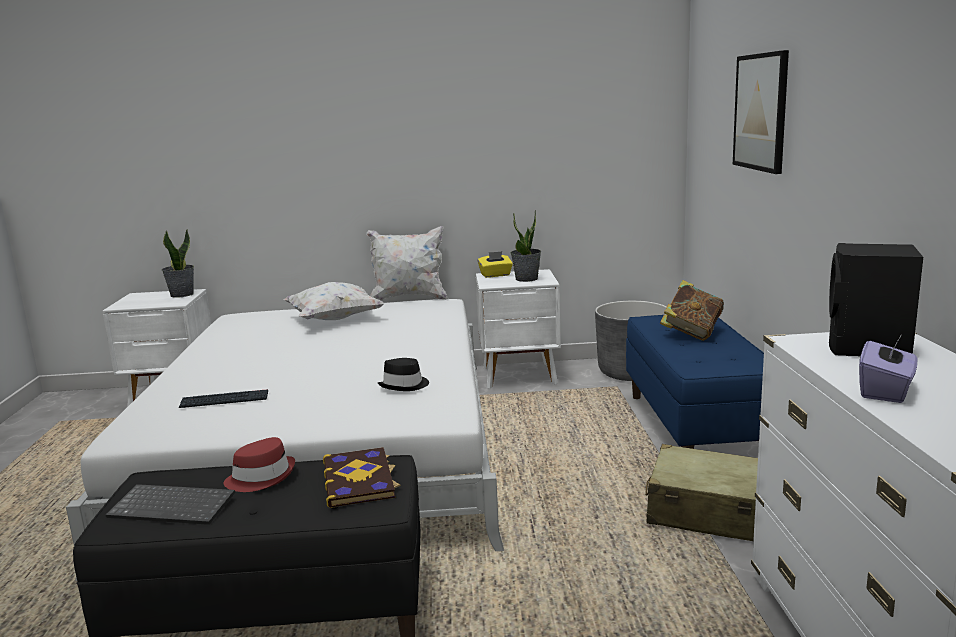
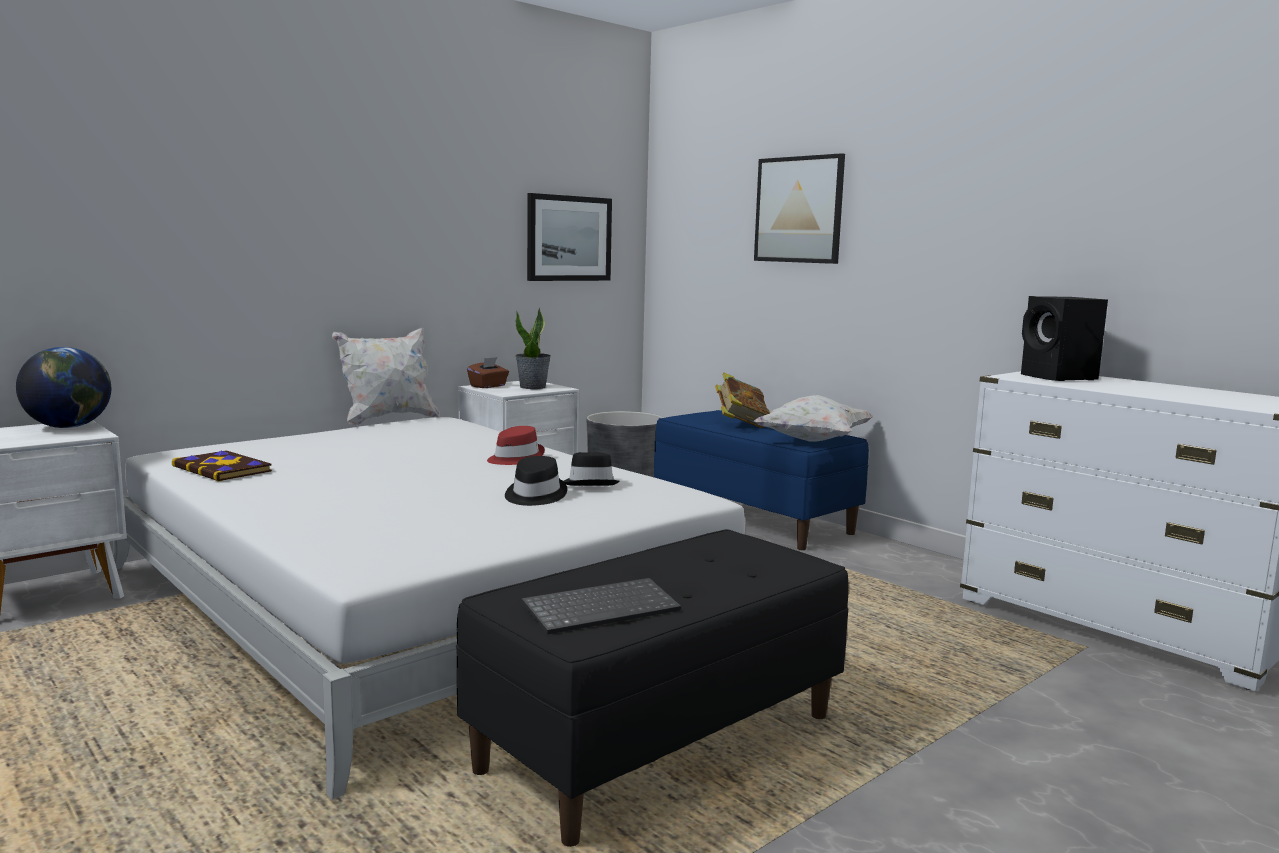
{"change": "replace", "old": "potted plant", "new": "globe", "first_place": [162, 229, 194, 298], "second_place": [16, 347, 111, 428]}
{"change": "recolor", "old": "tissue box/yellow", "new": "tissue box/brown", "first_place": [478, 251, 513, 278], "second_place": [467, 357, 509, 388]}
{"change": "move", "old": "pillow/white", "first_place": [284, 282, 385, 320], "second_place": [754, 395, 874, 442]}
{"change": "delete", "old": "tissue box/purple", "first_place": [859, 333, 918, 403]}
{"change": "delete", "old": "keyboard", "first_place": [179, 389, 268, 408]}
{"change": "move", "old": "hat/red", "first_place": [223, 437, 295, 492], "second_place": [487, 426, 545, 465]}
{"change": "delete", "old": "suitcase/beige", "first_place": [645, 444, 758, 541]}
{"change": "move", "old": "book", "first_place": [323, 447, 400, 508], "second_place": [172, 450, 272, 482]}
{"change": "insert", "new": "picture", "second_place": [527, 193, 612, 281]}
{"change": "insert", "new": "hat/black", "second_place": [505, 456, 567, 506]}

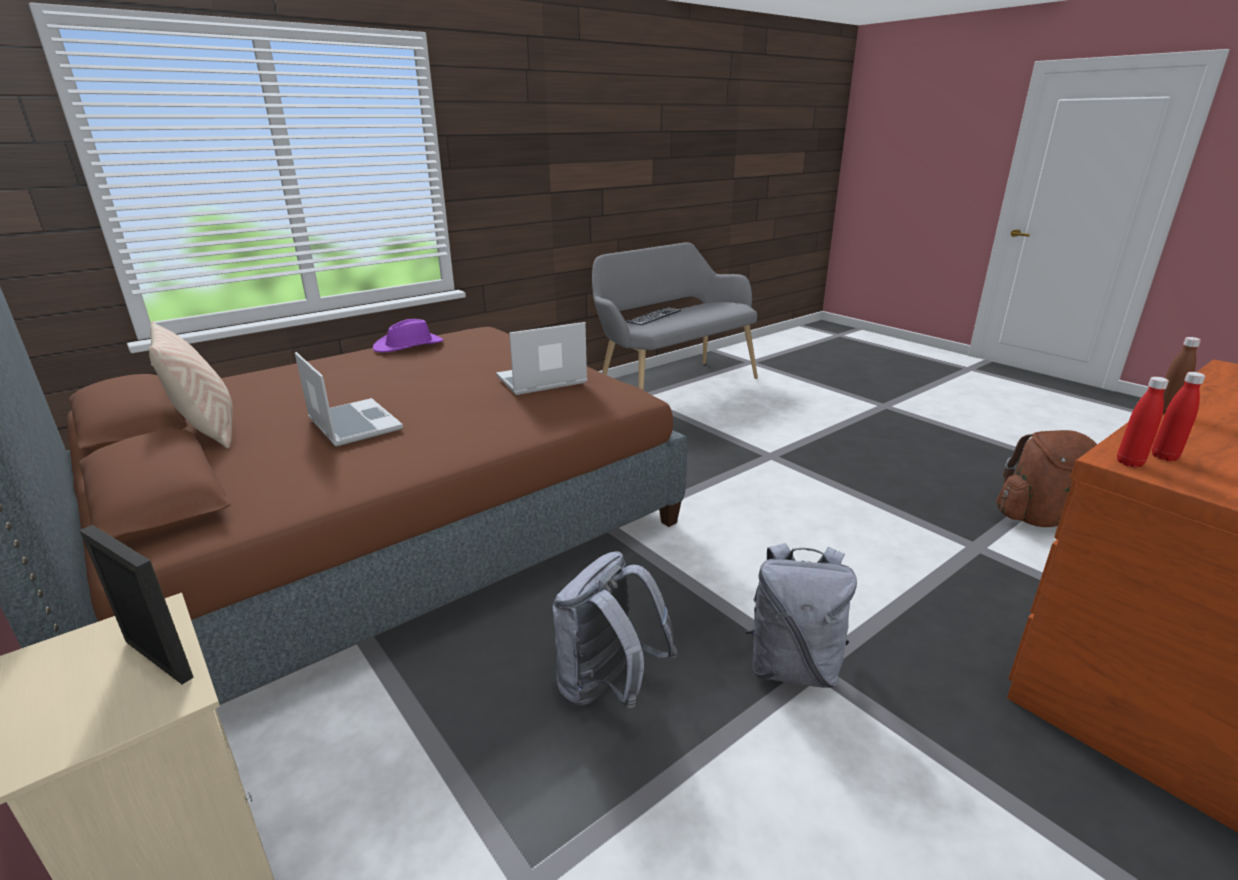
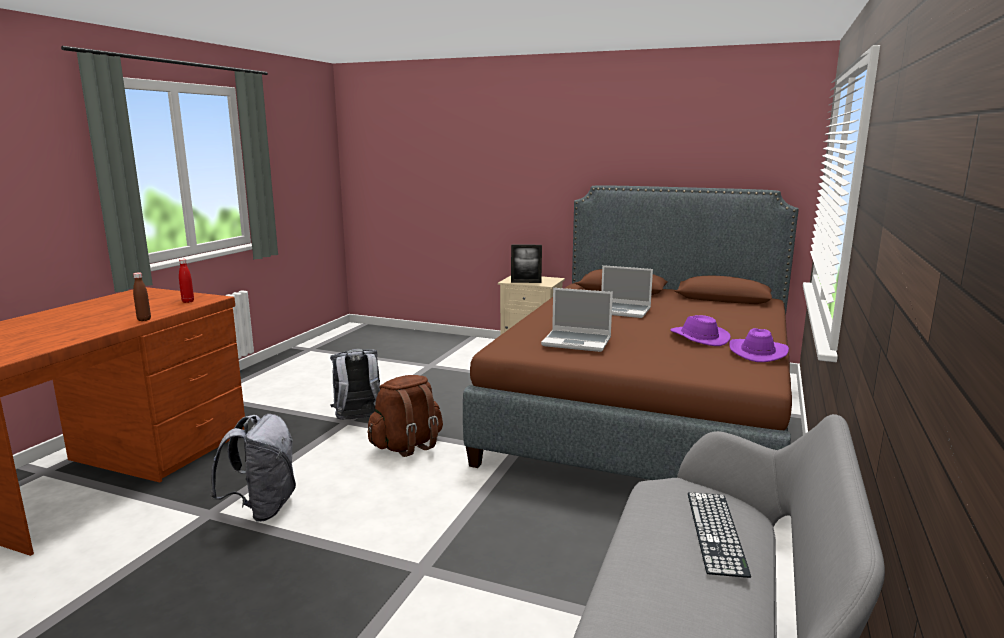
{"change": "delete", "old": "pillow/beige", "first_place": [149, 321, 233, 448]}
{"change": "rotate", "old": "laptop", "first_place": [496, 322, 588, 395], "second_place": [541, 288, 613, 352], "degrees": 75}
{"change": "delete", "old": "bottle/red", "first_place": [1117, 377, 1169, 467]}
{"change": "move", "old": "backpack/brown", "first_place": [997, 430, 1097, 527], "second_place": [367, 375, 443, 457]}
{"change": "move", "old": "backpack/grey", "first_place": [553, 551, 677, 708], "second_place": [210, 414, 296, 522]}
{"change": "insert", "new": "hat/purple", "second_place": [670, 315, 731, 346]}

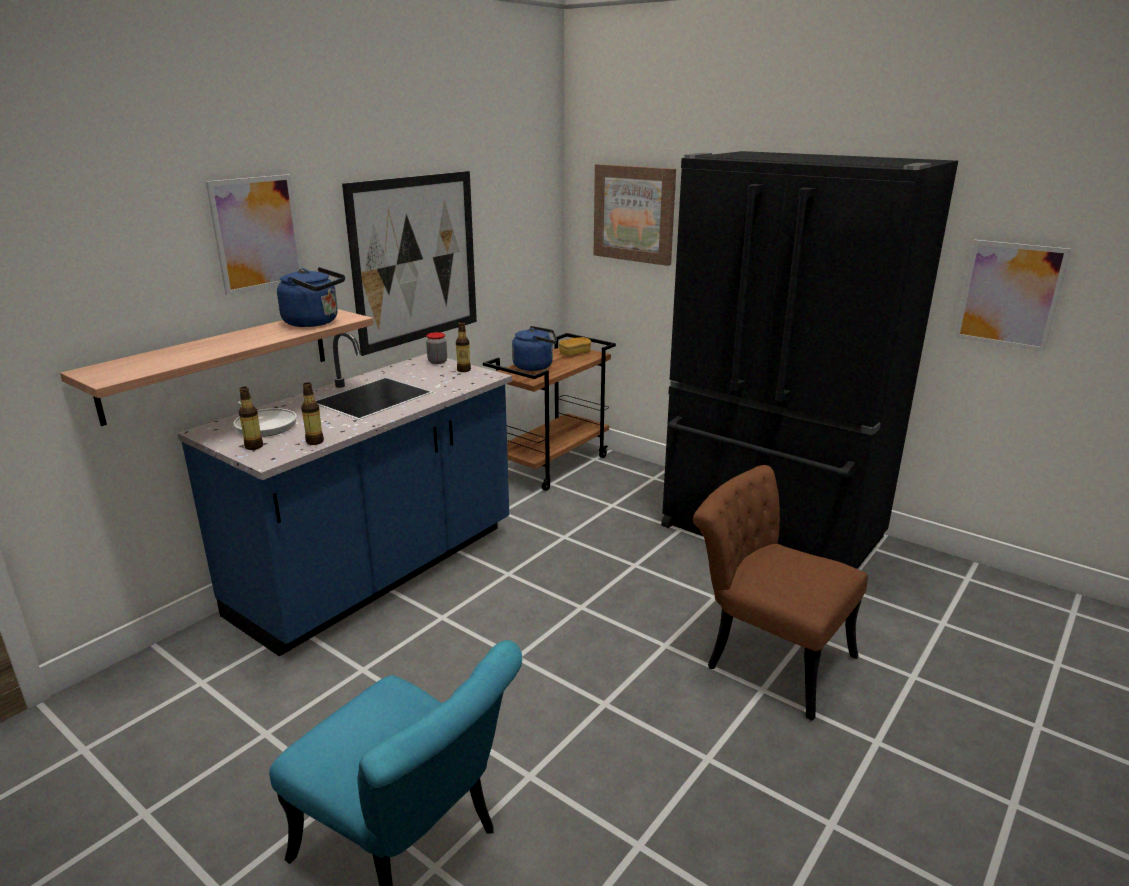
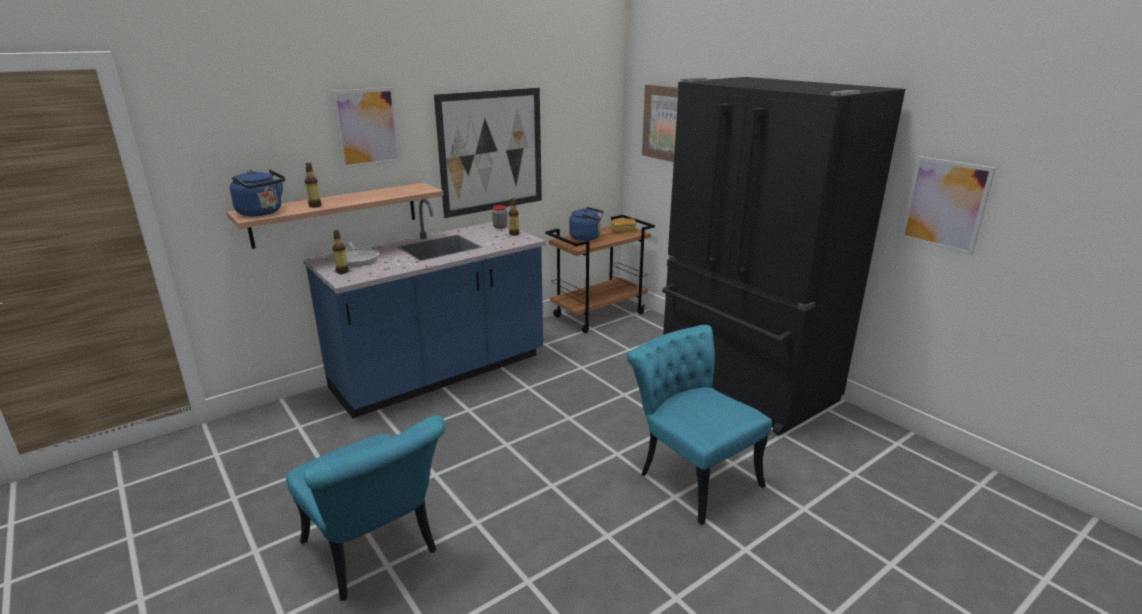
{"change": "move", "old": "kettle/blue", "first_place": [277, 267, 345, 327], "second_place": [230, 169, 285, 216]}
{"change": "move", "old": "bottle", "first_place": [301, 382, 324, 445], "second_place": [305, 163, 322, 208]}
{"change": "recolor", "old": "chair/brown", "new": "chair/turquoise", "first_place": [693, 465, 868, 721], "second_place": [627, 325, 772, 525]}

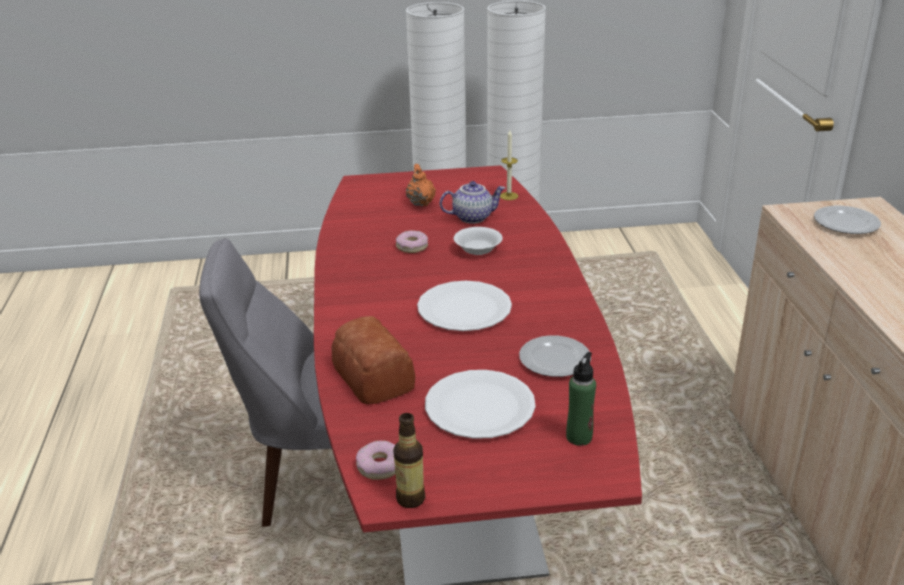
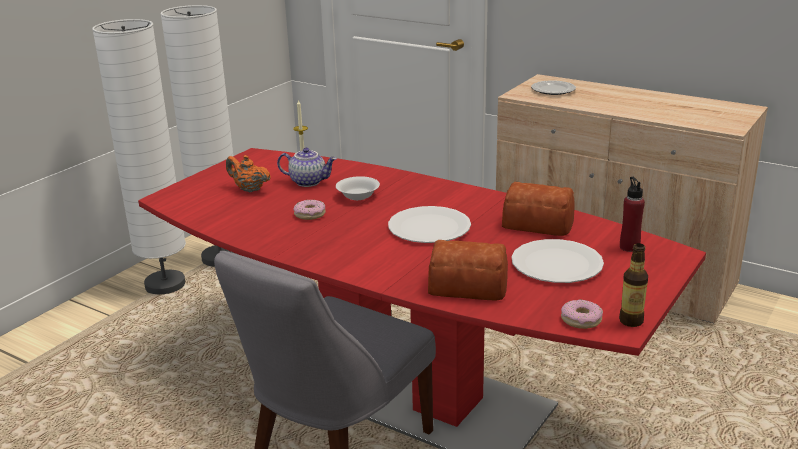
{"change": "rotate", "old": "teapot", "first_place": [440, 181, 505, 224], "second_place": [277, 148, 337, 187], "degrees": 75}
{"change": "replace", "old": "plate", "new": "bread", "first_place": [519, 335, 591, 377], "second_place": [502, 182, 575, 236]}
{"change": "recolor", "old": "bottle/green", "new": "bottle/red", "first_place": [566, 352, 596, 446], "second_place": [620, 177, 645, 252]}

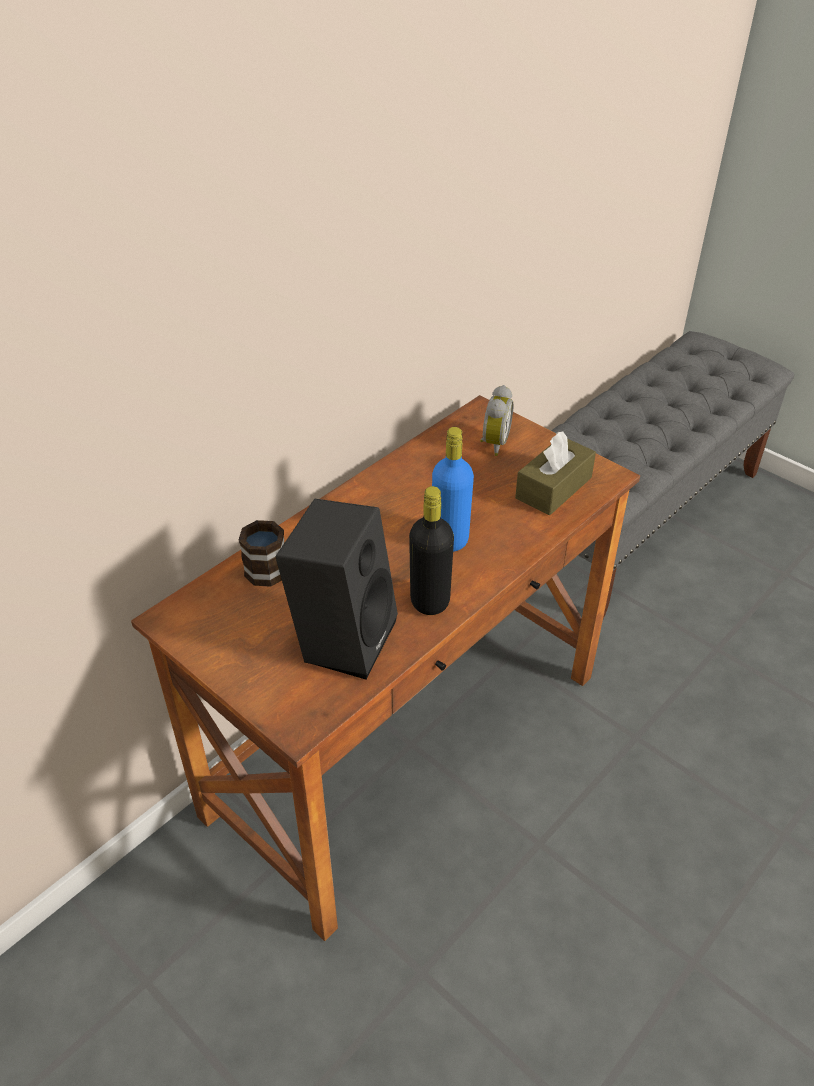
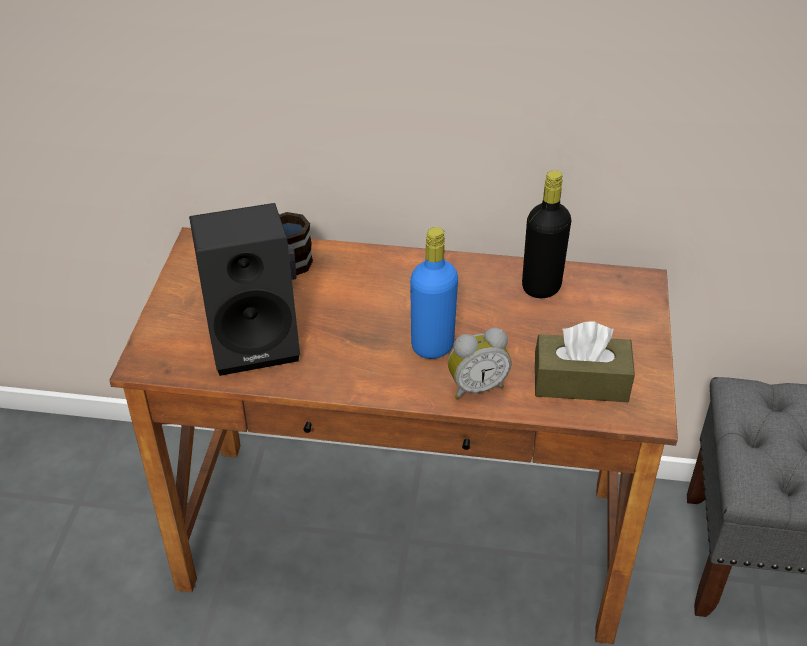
{"change": "move", "old": "alarm clock", "first_place": [480, 385, 514, 456], "second_place": [448, 328, 511, 399]}
{"change": "move", "old": "bottle/black", "first_place": [409, 486, 454, 615], "second_place": [522, 170, 571, 298]}

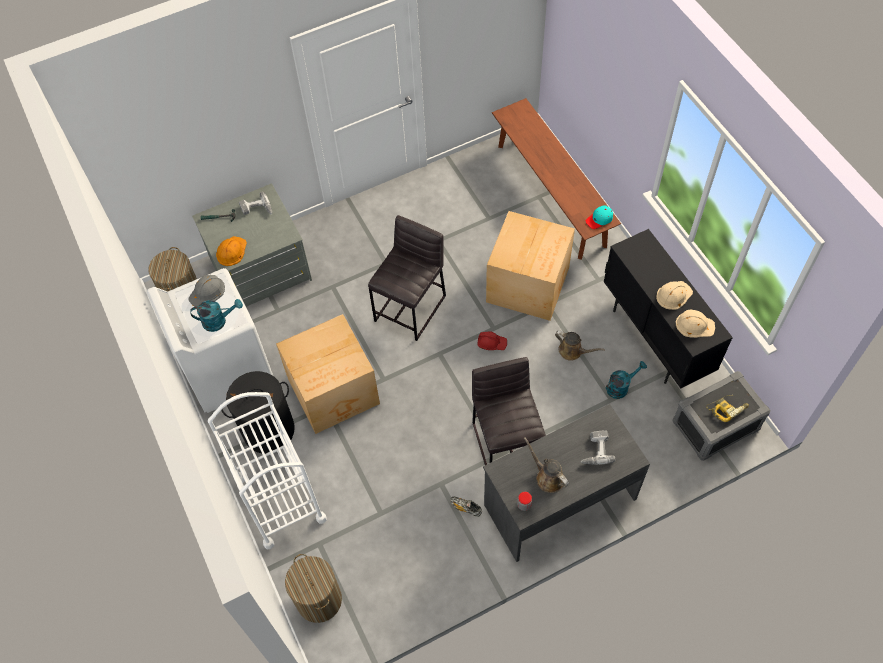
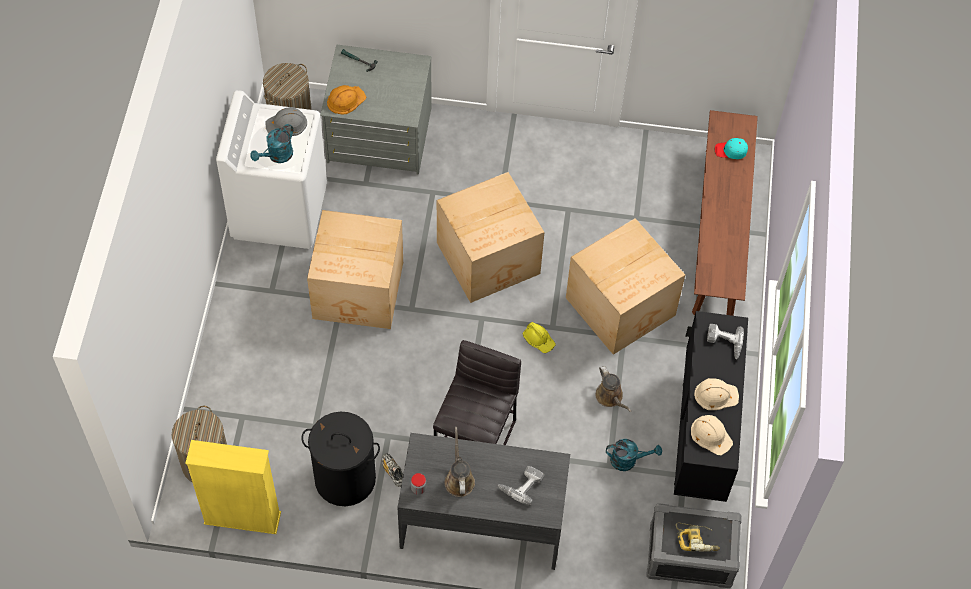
{"change": "move", "old": "power drill", "first_place": [239, 192, 272, 215], "second_place": [707, 324, 744, 359]}
{"change": "move", "old": "cap/turquoise", "first_place": [586, 205, 613, 229], "second_place": [715, 138, 748, 159]}
{"change": "replace", "old": "stool/grey", "new": "cardboard box", "first_place": [368, 215, 446, 341], "second_place": [437, 172, 544, 303]}
{"change": "rotate", "old": "watering can/turquoise", "first_place": [190, 299, 243, 332], "second_place": [250, 124, 293, 163], "degrees": 105}
{"change": "recolor", "old": "hard hat/red", "new": "hard hat/yellow", "first_place": [477, 331, 507, 350], "second_place": [523, 322, 556, 353]}
{"change": "move", "old": "laundry basket/black", "first_place": [221, 371, 295, 454], "second_place": [301, 411, 380, 506]}
{"change": "delete", "old": "cart/white", "first_place": [208, 392, 327, 550]}
{"change": "insert", "new": "bookcase/yellow", "second_place": [185, 440, 281, 534]}

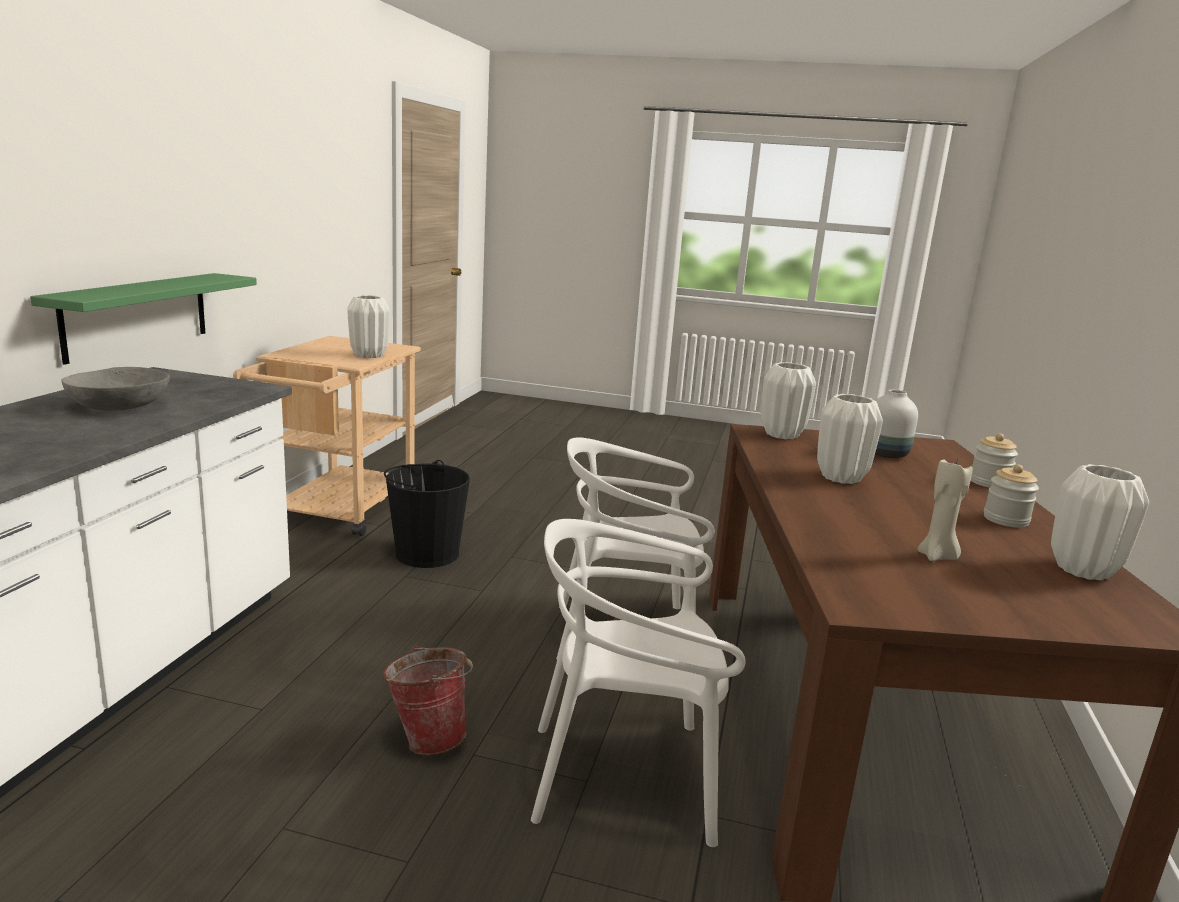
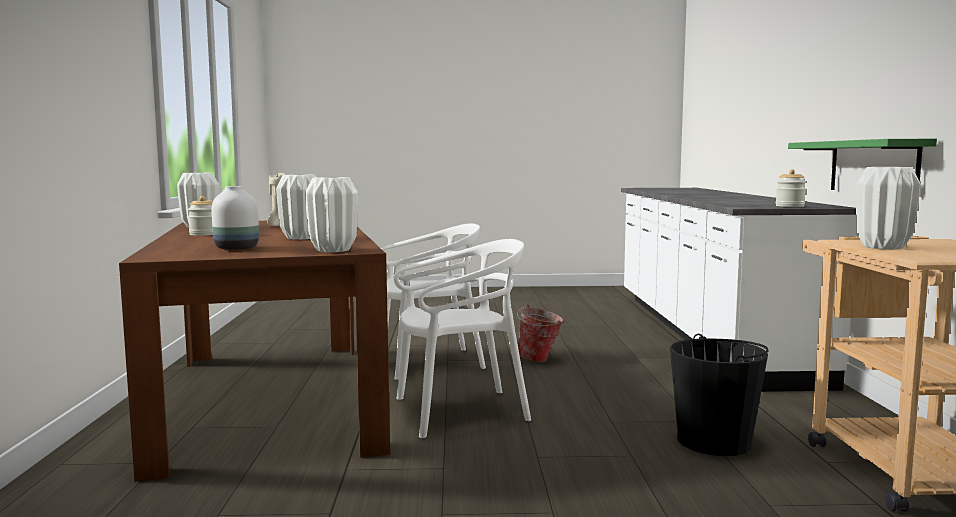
{"change": "delete", "old": "bowl/grey", "first_place": [61, 367, 170, 411]}
{"change": "move", "old": "jar", "first_place": [971, 433, 1018, 488], "second_place": [776, 169, 806, 207]}

